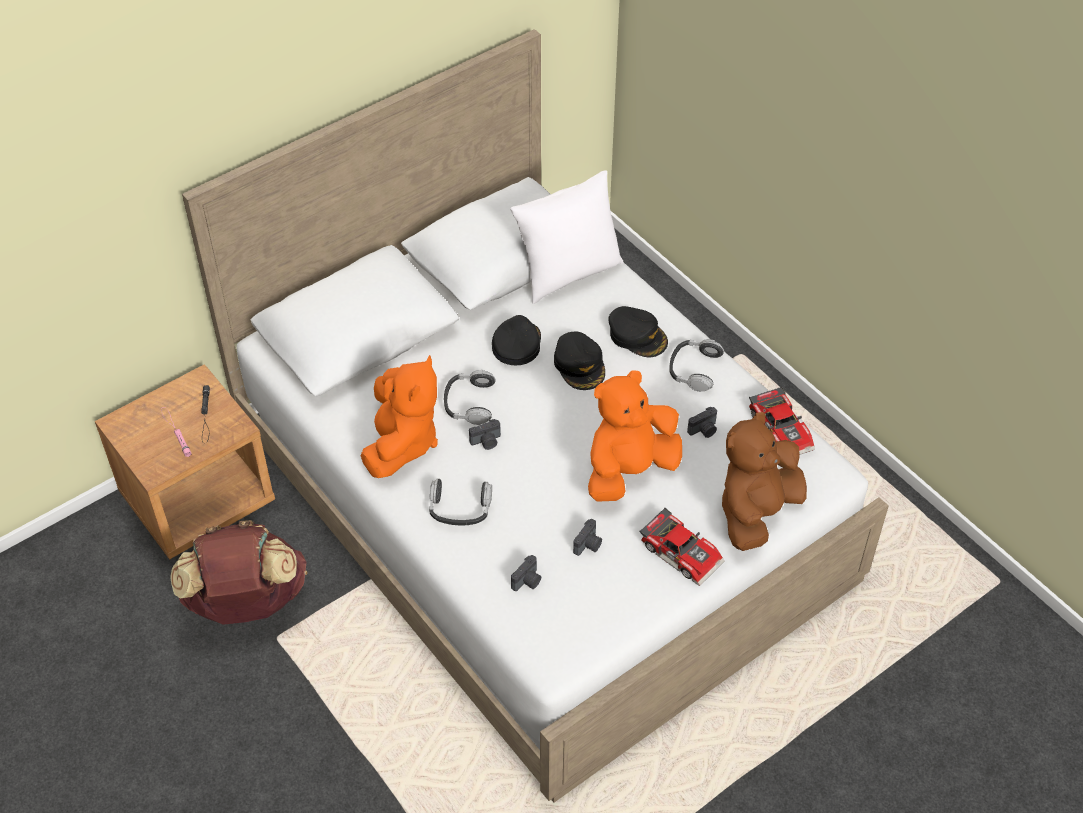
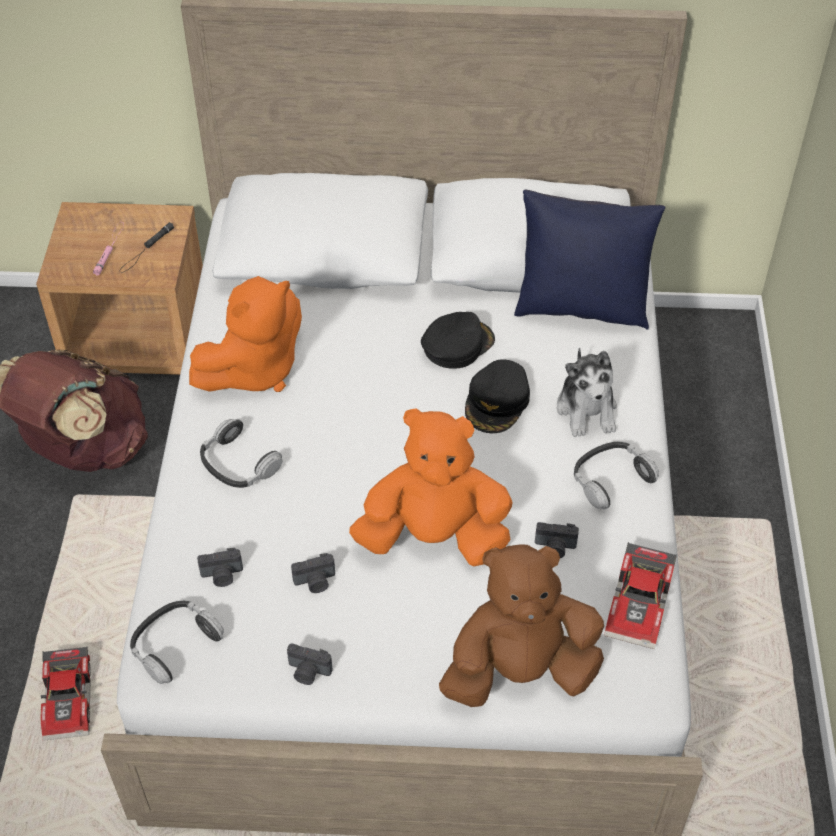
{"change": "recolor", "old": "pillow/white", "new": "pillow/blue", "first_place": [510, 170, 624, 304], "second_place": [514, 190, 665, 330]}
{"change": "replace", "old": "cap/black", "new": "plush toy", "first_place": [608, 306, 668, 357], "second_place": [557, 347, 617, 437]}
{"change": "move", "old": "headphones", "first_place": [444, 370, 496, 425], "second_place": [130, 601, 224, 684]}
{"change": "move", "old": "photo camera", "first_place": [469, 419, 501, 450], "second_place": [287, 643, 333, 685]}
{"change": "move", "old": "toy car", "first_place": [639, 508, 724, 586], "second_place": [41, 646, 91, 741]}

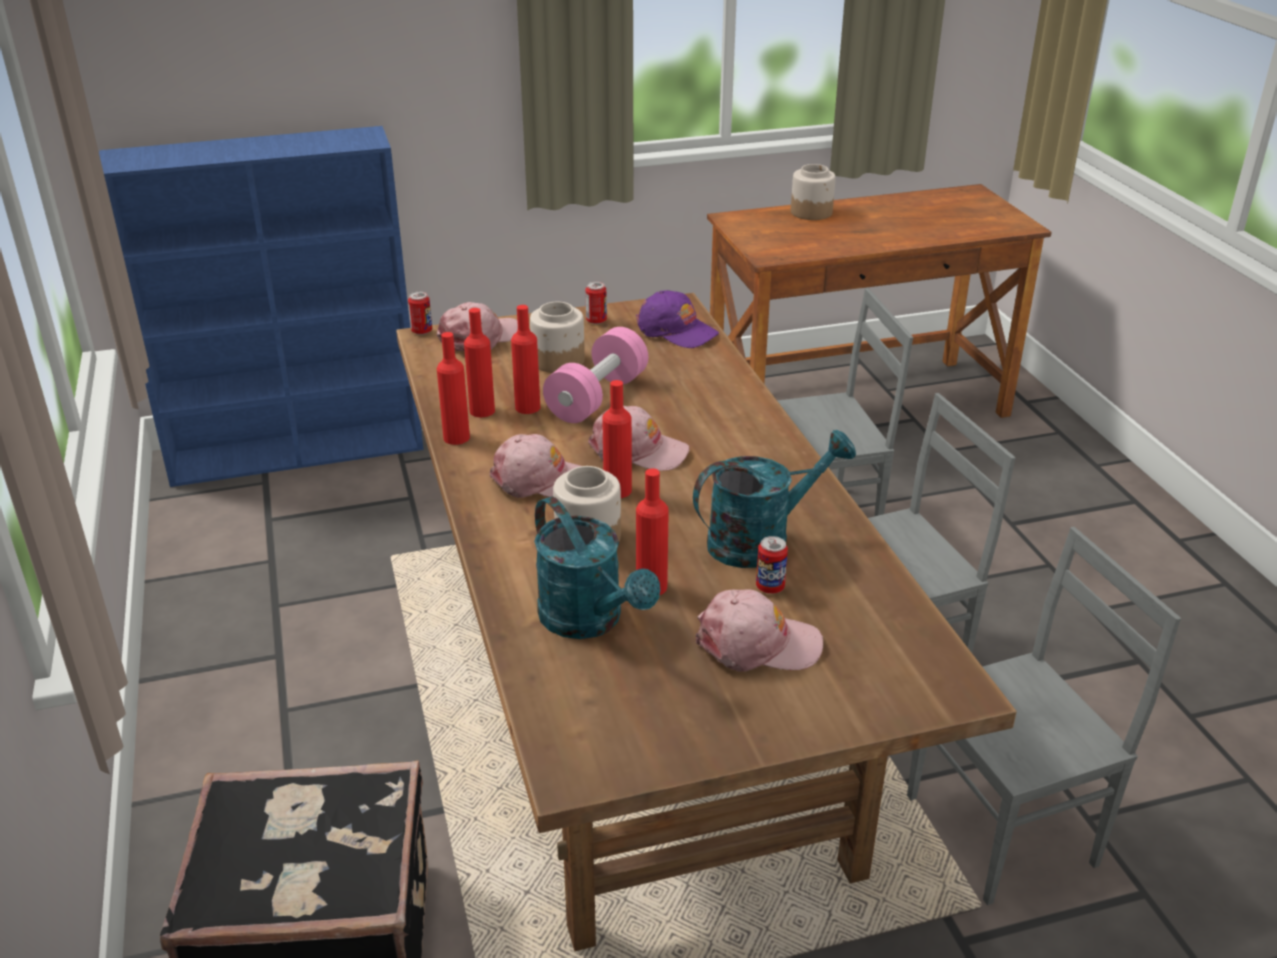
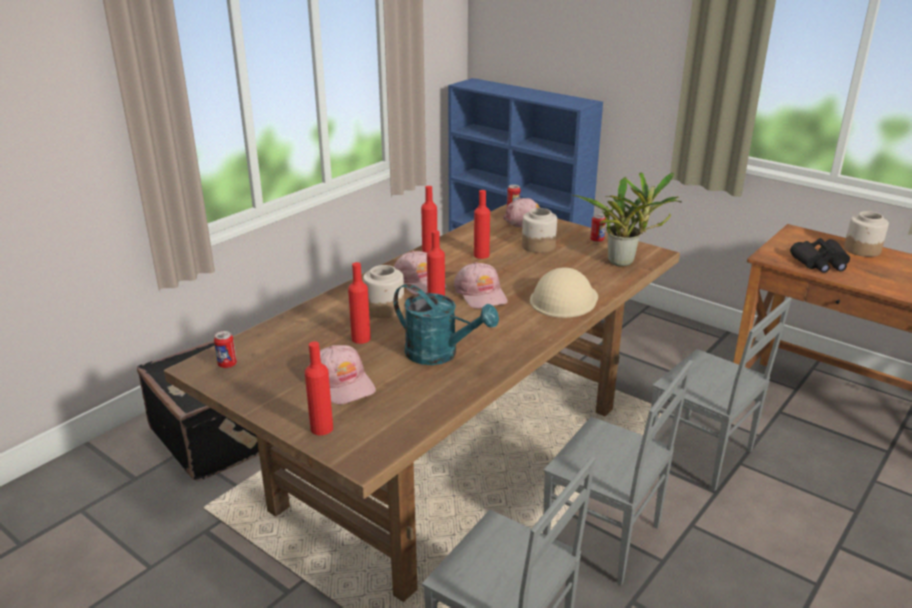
{"change": "replace", "old": "cap/purple", "new": "potted plant", "first_place": [636, 290, 719, 348], "second_place": [572, 172, 682, 266]}
{"change": "move", "old": "bottle/red", "first_place": [464, 308, 495, 417], "second_place": [305, 342, 333, 435]}
{"change": "delete", "old": "dumbbell/pink", "first_place": [543, 327, 648, 423]}
{"change": "delete", "old": "watering can/turquoise", "first_place": [534, 496, 660, 639]}
{"change": "move", "old": "can", "first_place": [756, 536, 788, 594], "second_place": [214, 331, 237, 368]}
{"change": "insert", "new": "binoculars/black", "second_place": [790, 238, 850, 273]}
{"change": "insert", "new": "hard hat/beige", "second_place": [530, 267, 598, 318]}

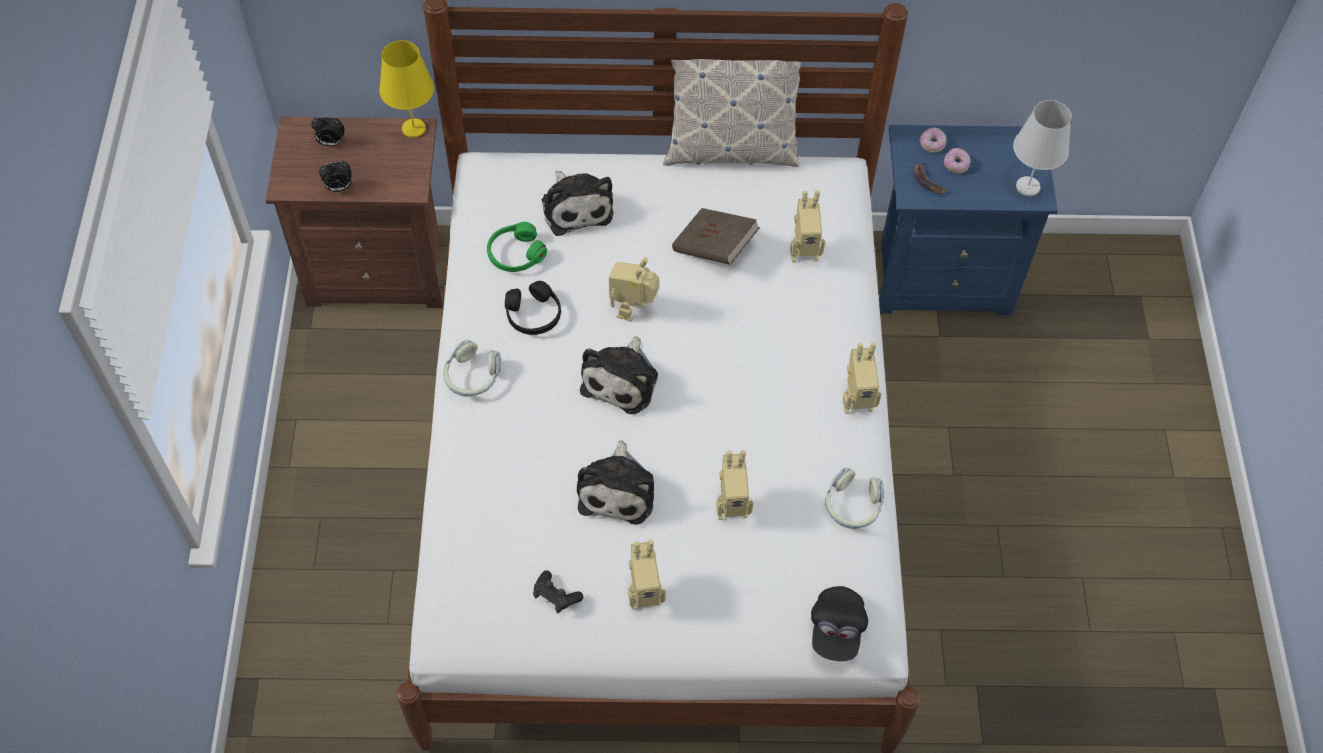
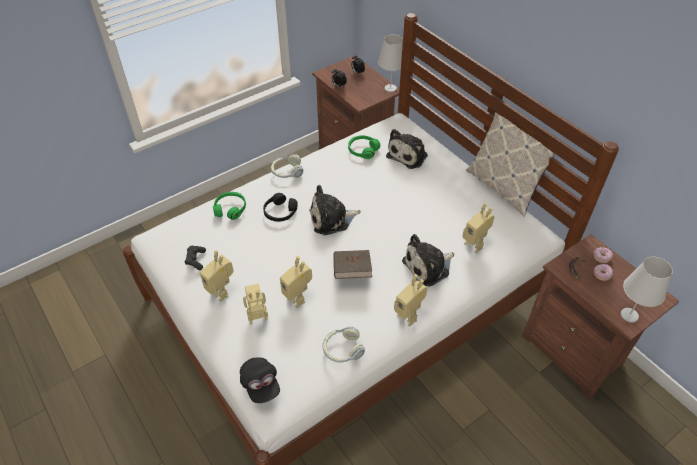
{"change": "recolor", "old": "table lamp/yellow", "new": "table lamp/white", "first_place": [379, 40, 434, 138], "second_place": [378, 34, 403, 92]}
{"change": "recolor", "old": "nightstand/blue", "new": "nightstand/brown", "first_place": [879, 125, 1058, 315], "second_place": [522, 234, 679, 400]}
{"change": "move", "old": "book/brown", "first_place": [672, 208, 760, 265], "second_place": [333, 250, 372, 279]}
{"change": "move", "old": "toy robot", "first_place": [609, 257, 659, 322], "second_place": [243, 284, 268, 324]}
{"change": "move", "old": "headphones/black", "first_place": [505, 281, 561, 335], "second_place": [263, 193, 298, 222]}
{"change": "move", "old": "plush toy", "first_place": [577, 440, 654, 525], "second_place": [402, 234, 454, 286]}
{"change": "rotate", "old": "cap/black", "first_place": [811, 586, 868, 661], "second_place": [240, 357, 280, 403], "degrees": -90}
{"change": "insert", "new": "headphones/green", "second_place": [213, 192, 246, 220]}

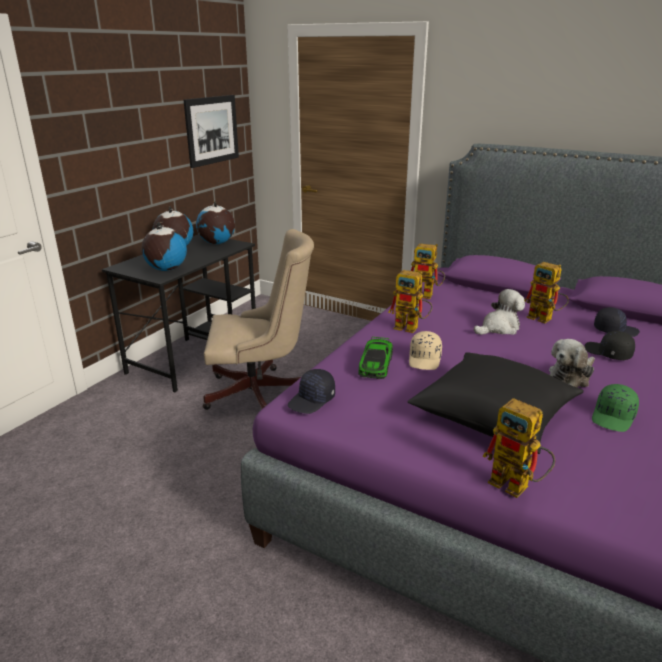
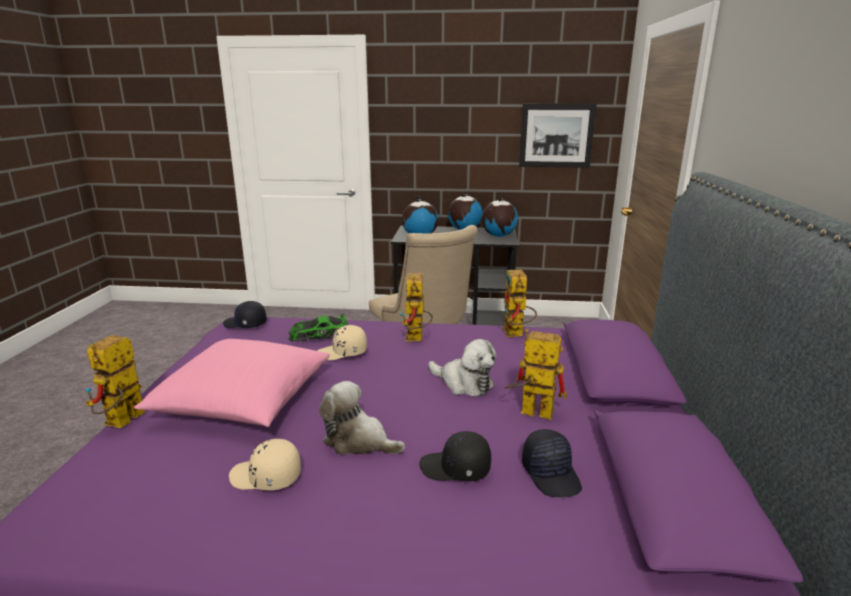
{"change": "rotate", "old": "toy robot", "first_place": [524, 262, 569, 323], "second_place": [505, 329, 567, 420], "degrees": 90}
{"change": "rotate", "old": "cap/black", "first_place": [585, 331, 635, 360], "second_place": [419, 431, 491, 481], "degrees": -105}
{"change": "recolor", "old": "pillow/black", "new": "pillow/pink", "first_place": [407, 352, 584, 454], "second_place": [134, 339, 330, 427]}
{"change": "recolor", "old": "cap/green", "new": "cap/beige", "first_place": [592, 384, 639, 432], "second_place": [229, 439, 301, 491]}

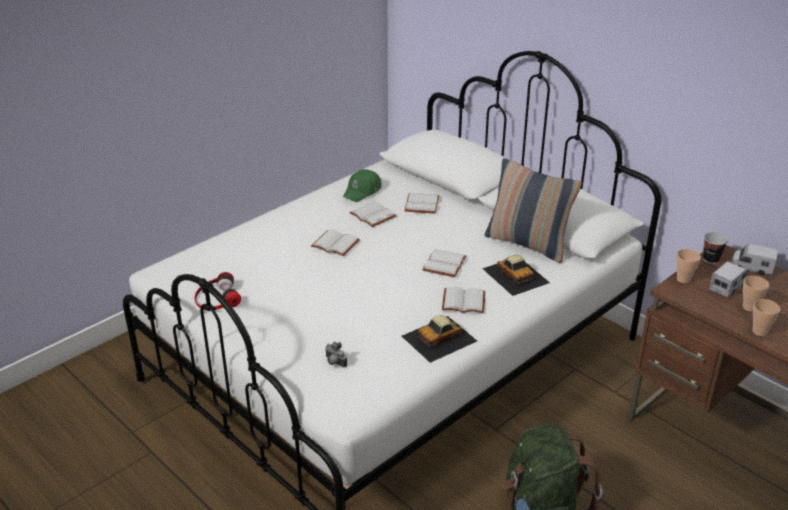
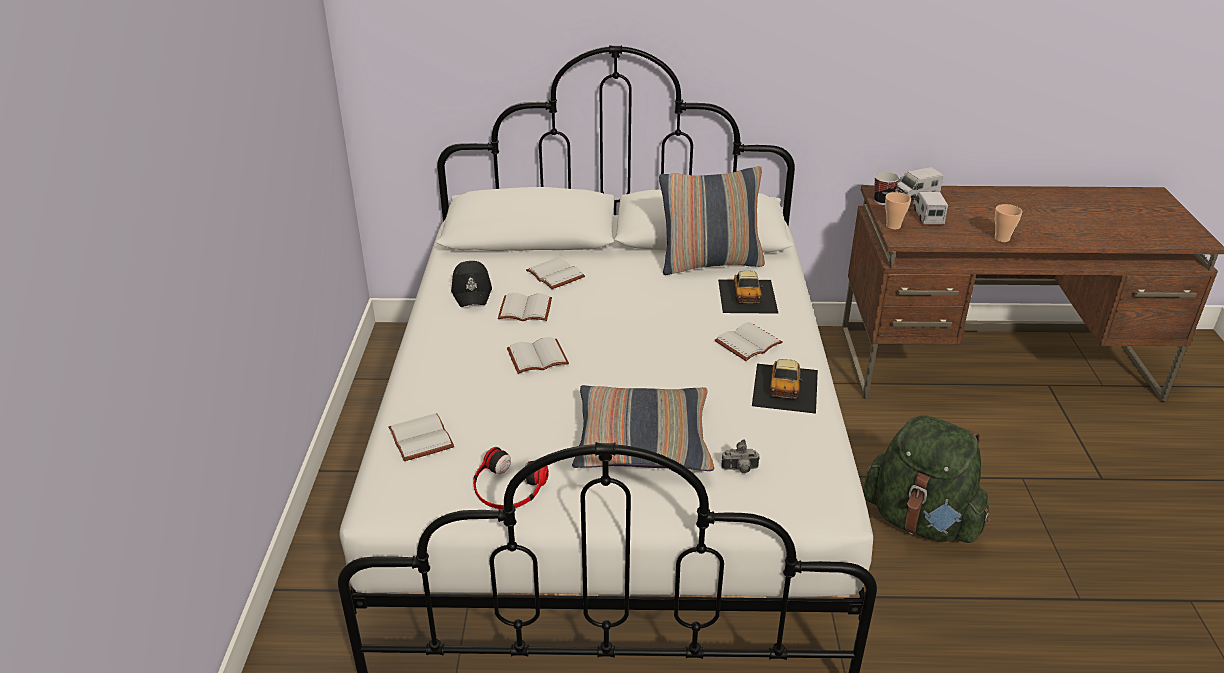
{"change": "recolor", "old": "cap/green", "new": "cap/black", "first_place": [343, 169, 382, 202], "second_place": [451, 261, 492, 307]}
{"change": "move", "old": "book/white", "first_place": [422, 249, 466, 277], "second_place": [388, 413, 454, 461]}
{"change": "rotate", "old": "toy car", "first_place": [482, 255, 550, 296], "second_place": [718, 271, 779, 314], "degrees": 75}
{"change": "delete", "old": "cup", "first_place": [743, 276, 769, 312]}
{"change": "insert", "new": "pillow", "second_place": [572, 385, 714, 471]}

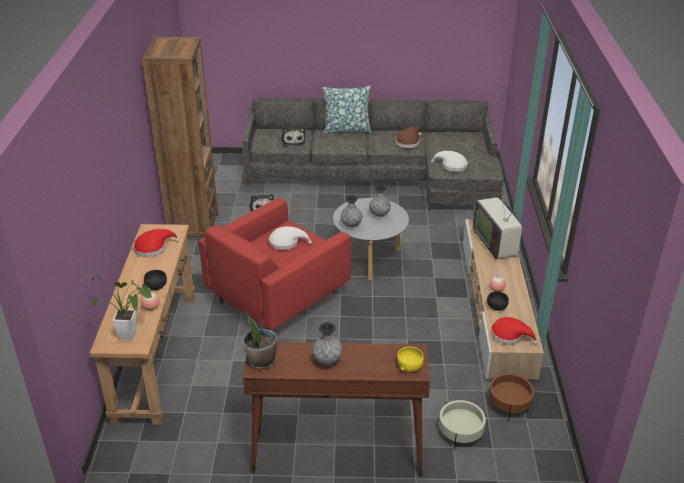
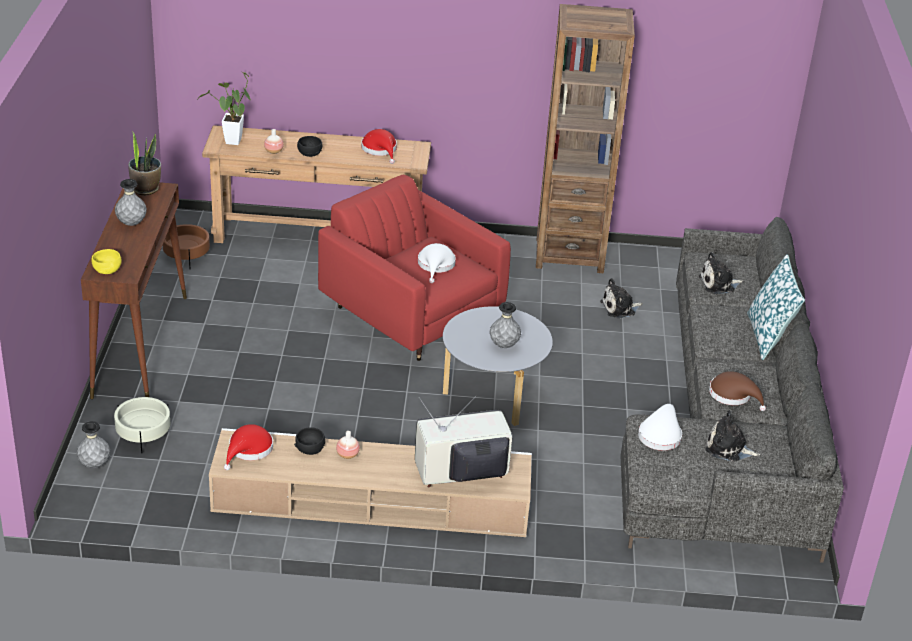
{"change": "move", "old": "vase/grey", "first_place": [340, 195, 362, 227], "second_place": [76, 421, 110, 468]}
{"change": "move", "old": "planter/brown", "first_place": [489, 373, 535, 421], "second_place": [163, 224, 210, 268]}
{"change": "insert", "new": "plush toy", "second_place": [705, 410, 760, 462]}

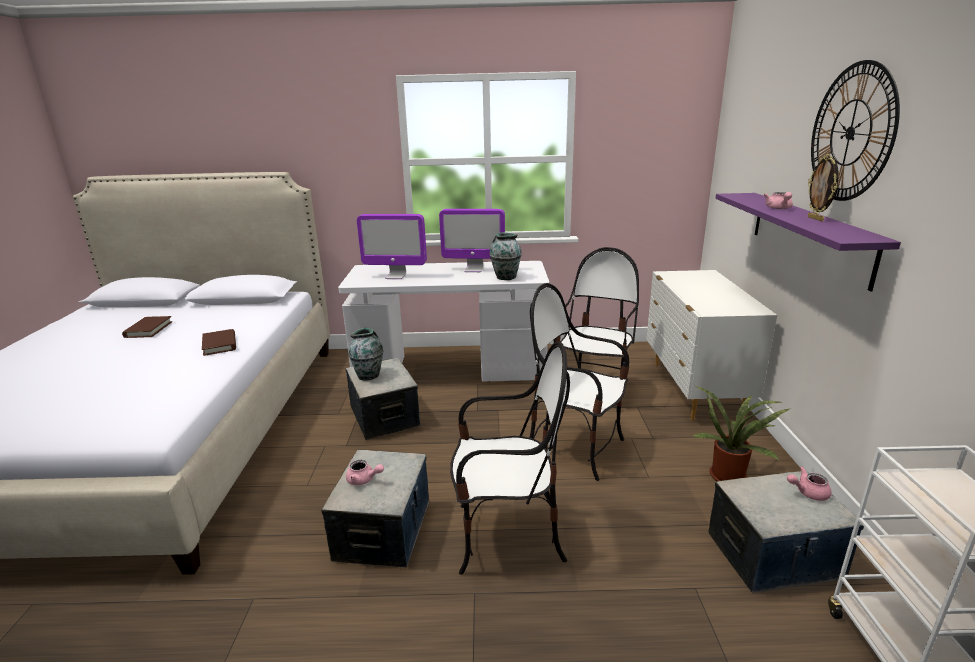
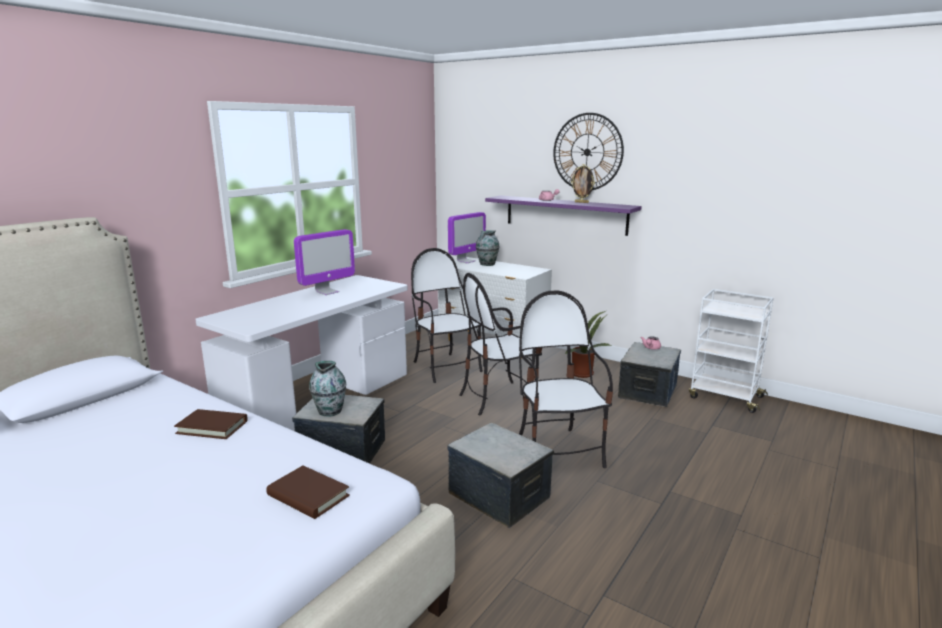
{"change": "move", "old": "monitor", "first_place": [357, 214, 427, 279], "second_place": [448, 212, 486, 263]}
{"change": "move", "old": "vase", "first_place": [490, 232, 522, 280], "second_place": [476, 230, 500, 266]}
{"change": "move", "old": "book/brown", "first_place": [122, 316, 173, 338], "second_place": [266, 465, 350, 519]}
{"change": "rotate", "old": "chair", "first_place": [450, 342, 570, 575], "second_place": [519, 291, 613, 468], "degrees": -45}
{"change": "delete", "old": "teapot/pink", "first_place": [346, 460, 384, 485]}

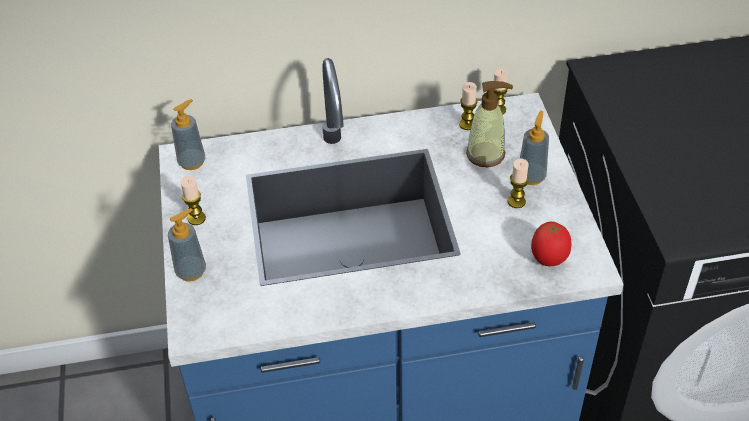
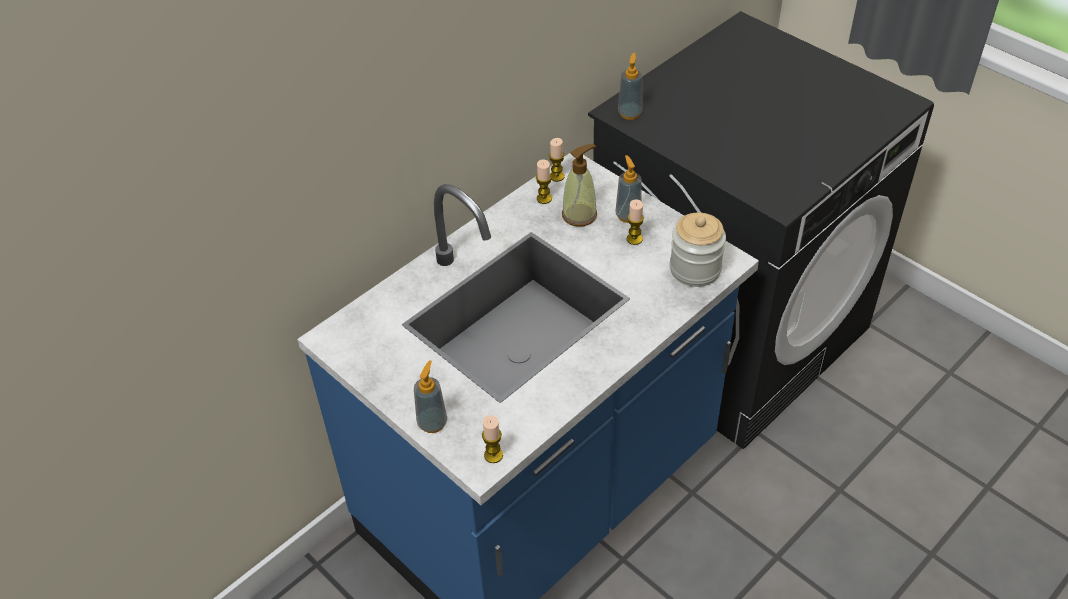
{"change": "move", "old": "soap dispenser", "first_place": [171, 99, 205, 170], "second_place": [618, 53, 643, 120]}
{"change": "move", "old": "candle", "first_place": [181, 176, 206, 225], "second_place": [482, 415, 503, 463]}
{"change": "replace", "old": "tomato", "new": "jar", "first_place": [531, 222, 571, 266], "second_place": [670, 212, 726, 287]}

